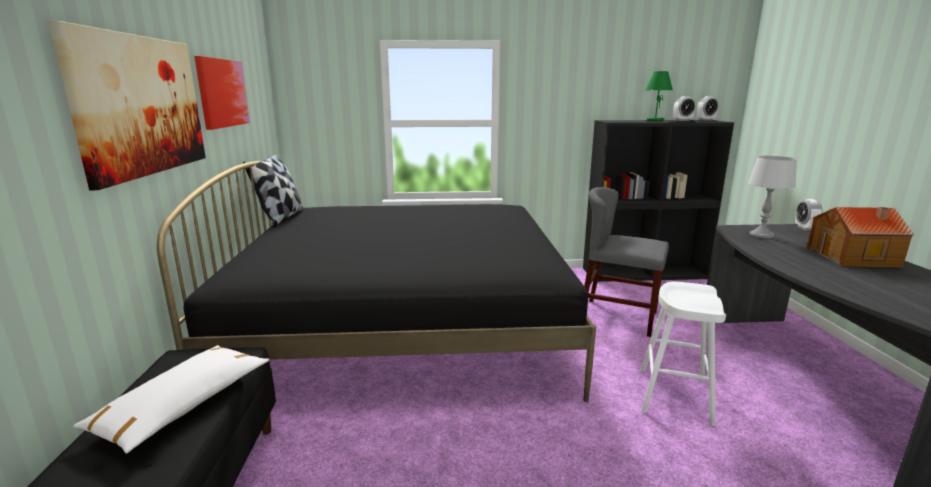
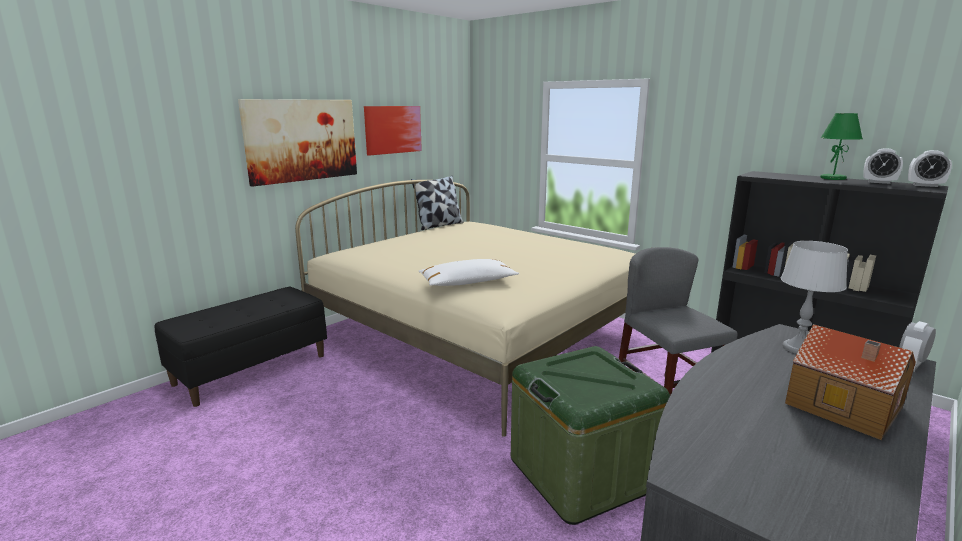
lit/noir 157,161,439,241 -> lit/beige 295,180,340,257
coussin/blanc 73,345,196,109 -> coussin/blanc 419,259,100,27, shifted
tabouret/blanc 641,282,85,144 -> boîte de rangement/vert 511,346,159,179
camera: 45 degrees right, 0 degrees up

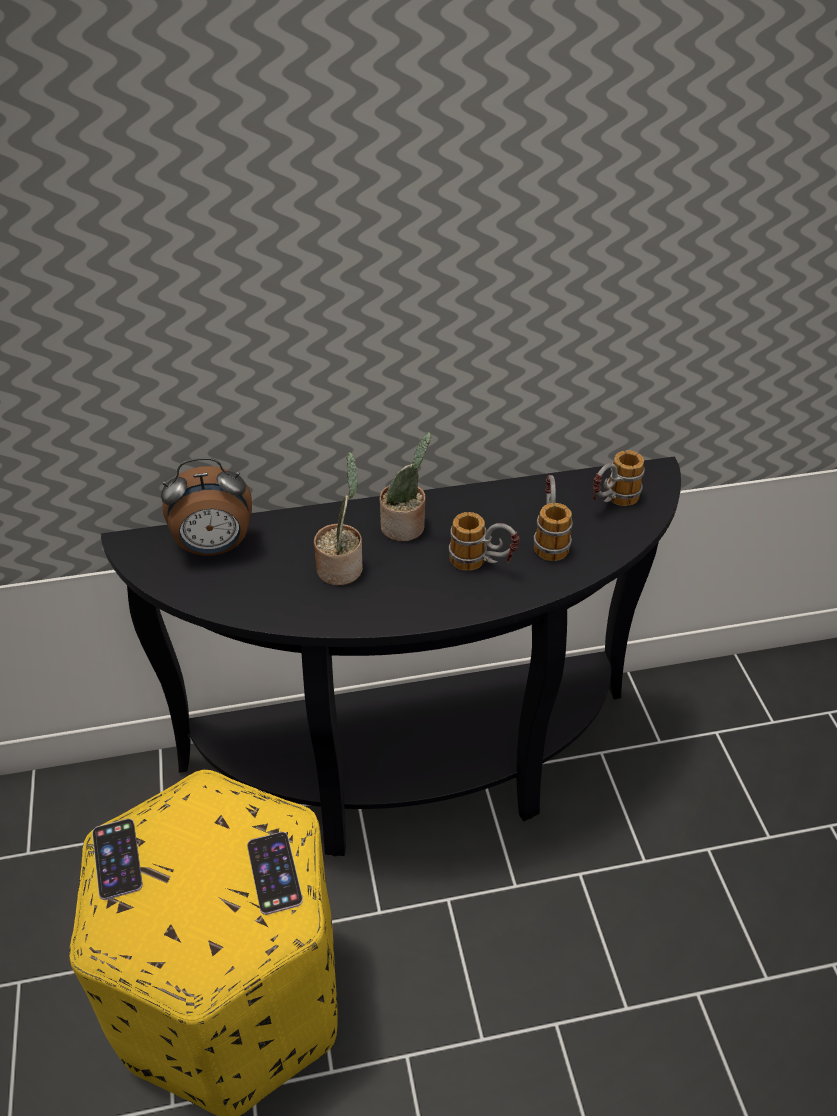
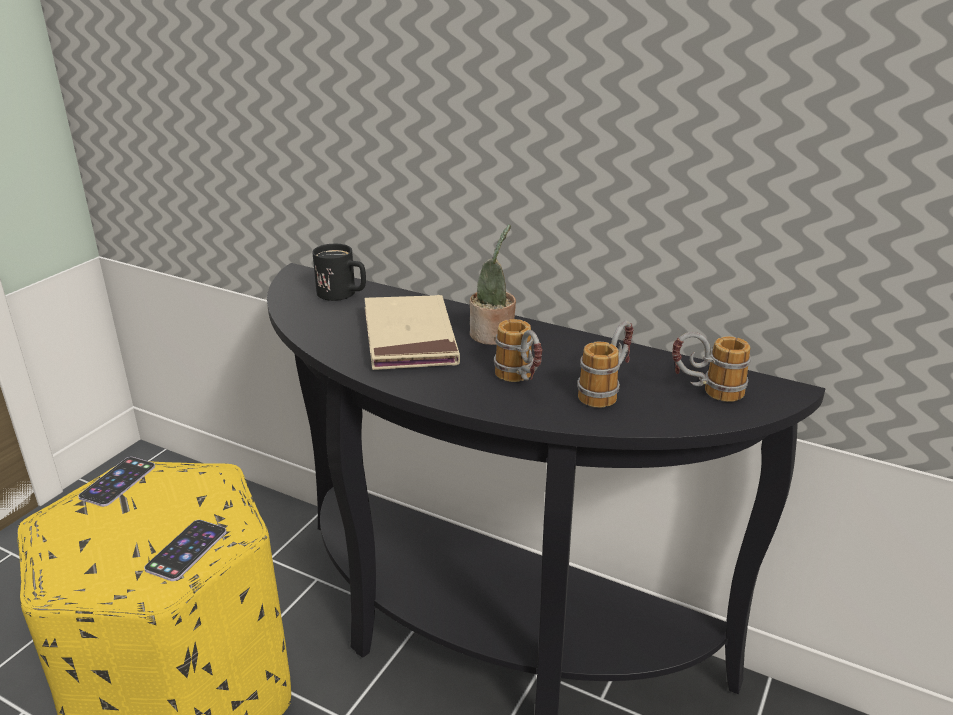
réveil 161,458,91,98 -> mug/noir 312,244,54,57
plante en pot 314,452,49,133 -> livre/beige 365,295,95,75
camera: 40 degrees right, 15 degrees down

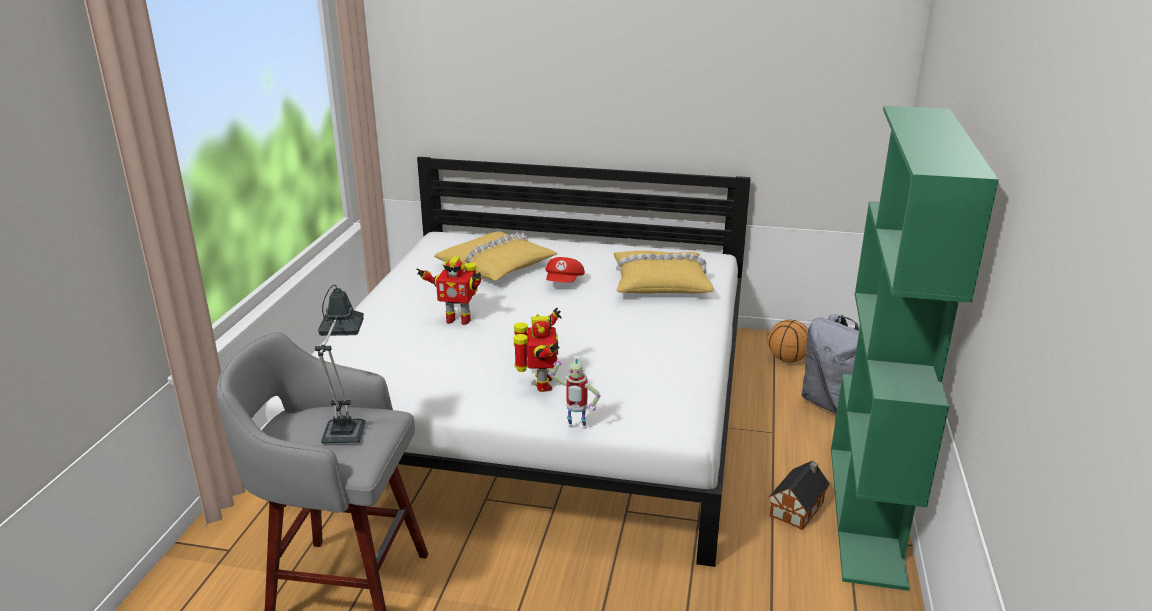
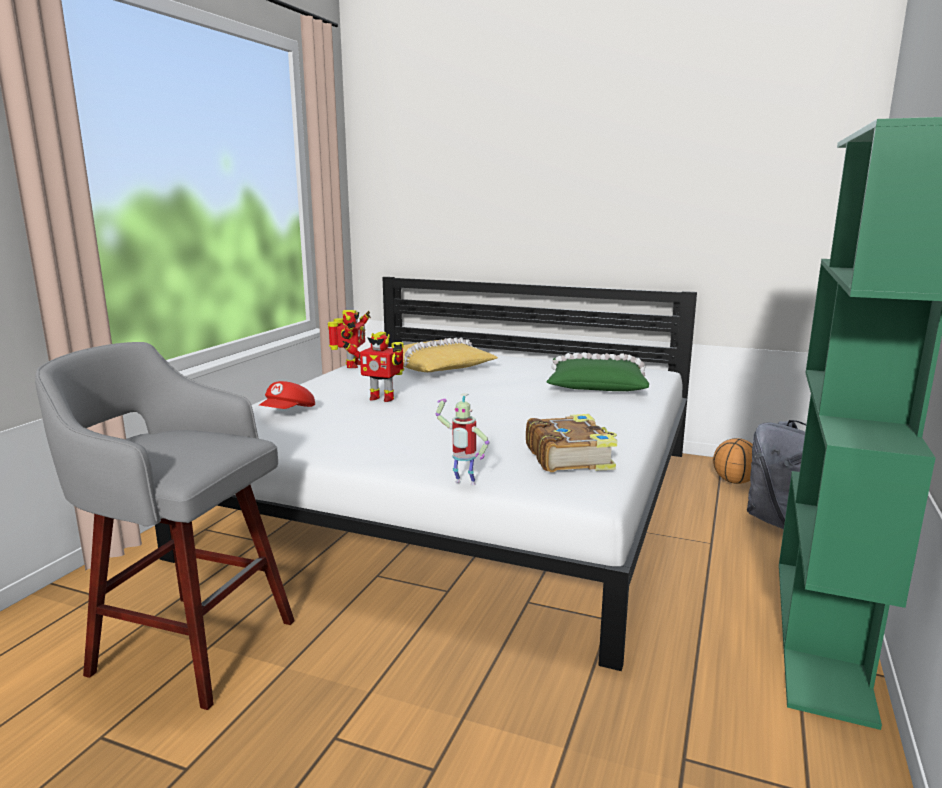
casquette/rouge 545,257,40,26 -> casquette/rouge 259,381,56,28, shifted
robot jouet 514,307,48,85 -> robot jouet 328,310,43,58, shifted
none -> livre 526,414,91,58
coussin/jaune 614,251,99,43 -> coussin/vert 547,352,102,39
lampe de table 315,285,51,158 -> none
maison miniature 769,461,61,69 -> none
camera: 10 degrees right, 10 degrees down

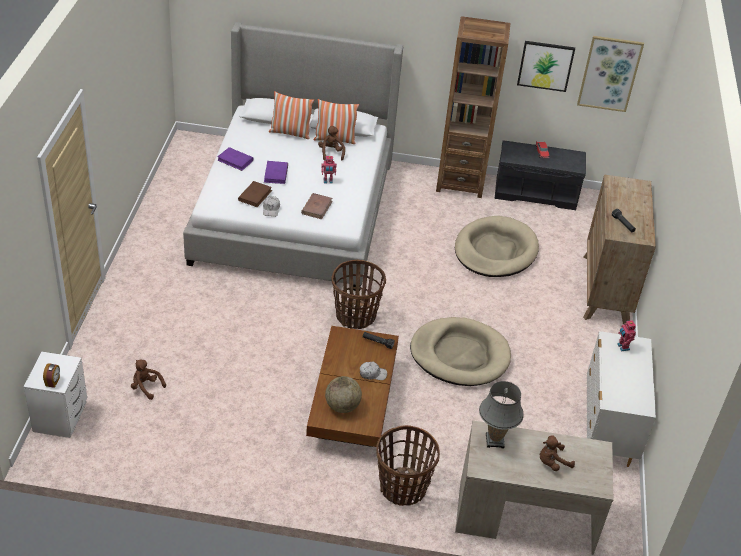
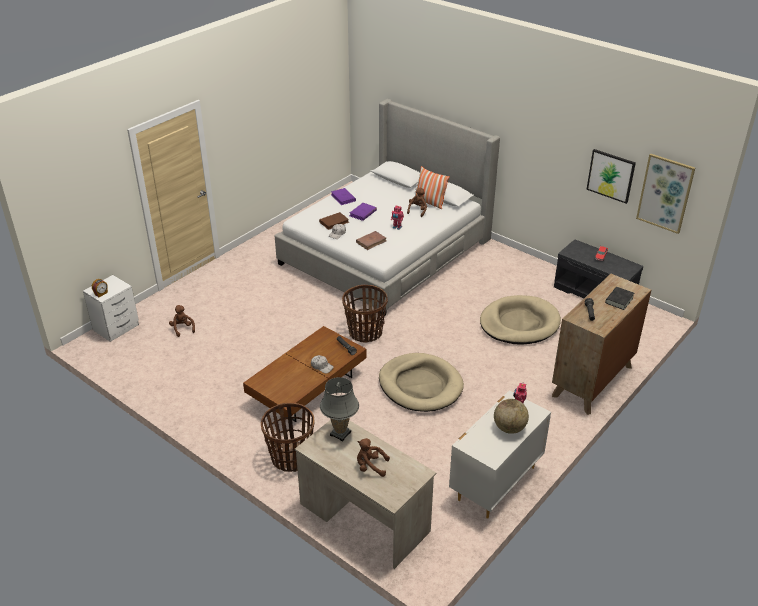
globe 325,376,37,37 -> globe 494,399,35,35, shifted
none -> livre/noir 605,287,29,23
coussin 269,91,45,48 -> none
bibliothèque/marron 436,16,75,182 -> none
camera: 35 degrees right, 5 degrees down

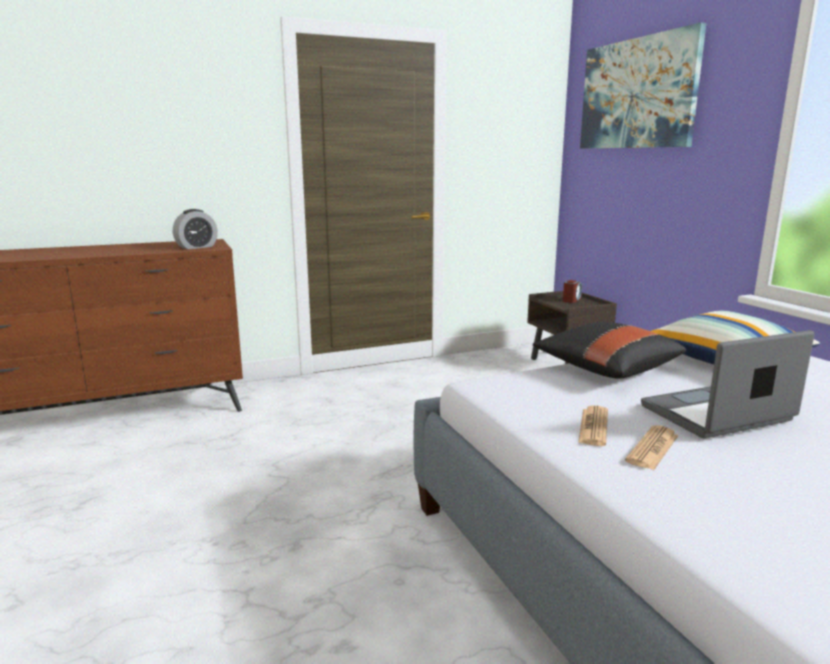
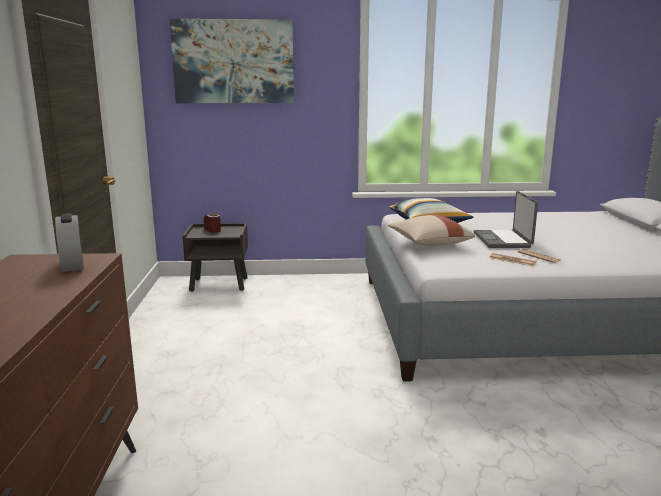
coussin/noir 533,322,153,57 -> coussin/beige 388,215,87,31
camera: 70 degrees left, 0 degrees up

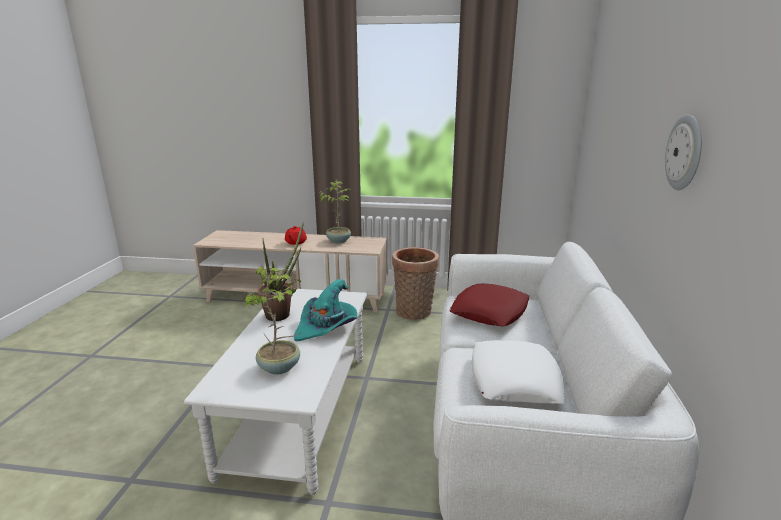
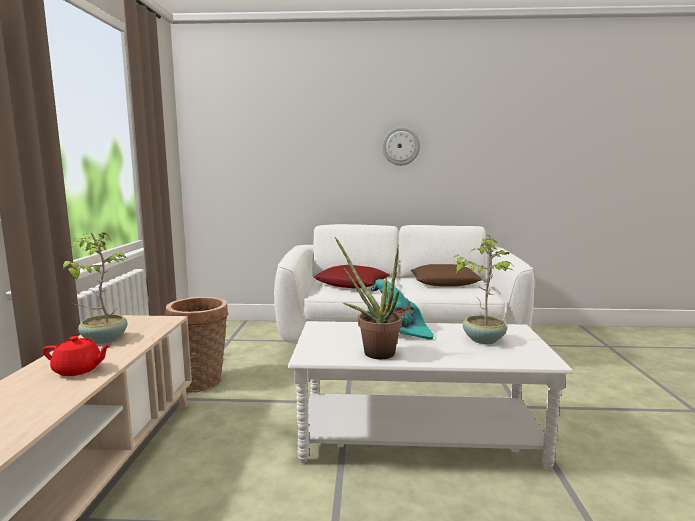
coussin/blanc 472,340,94,64 -> coussin/marron 410,264,72,23
camera: 95 degrees left, 10 degrees down

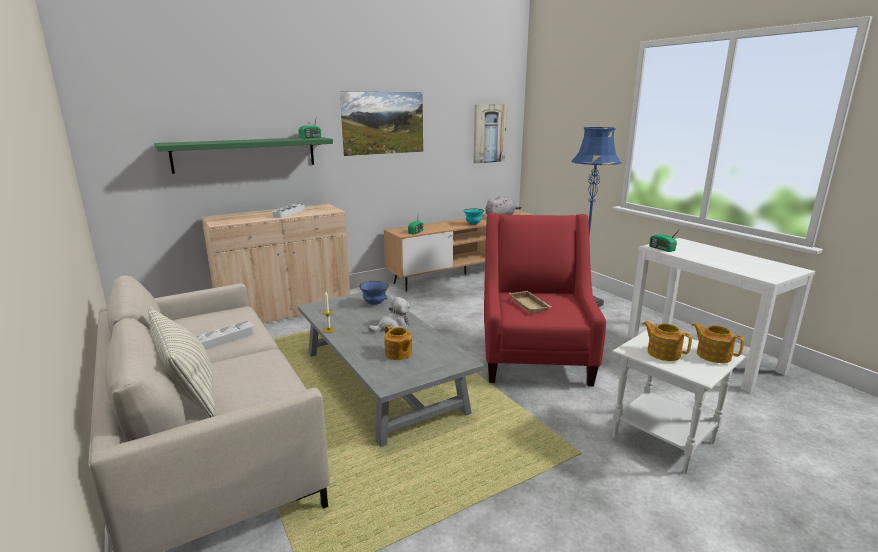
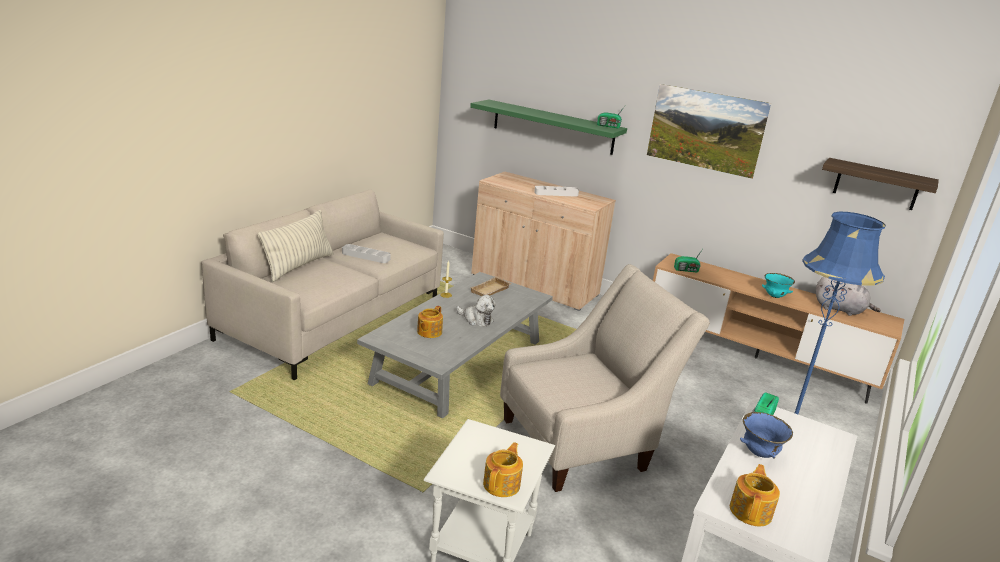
plateau/beige 509,291,42,23 -> plateau/beige 470,276,42,20, shifted
fauteuil/rouge 484,213,122,173 -> fauteuil/beige 500,264,210,228
théière 643,321,49,40 -> théière 730,464,50,62, shifted
bol/bleu 359,281,30,24 -> bol/bleu 740,412,53,47, shifted
tableau 473,104,34,60 -> étagère 822,158,117,52
camera: 60 degrees right, 5 degrees up

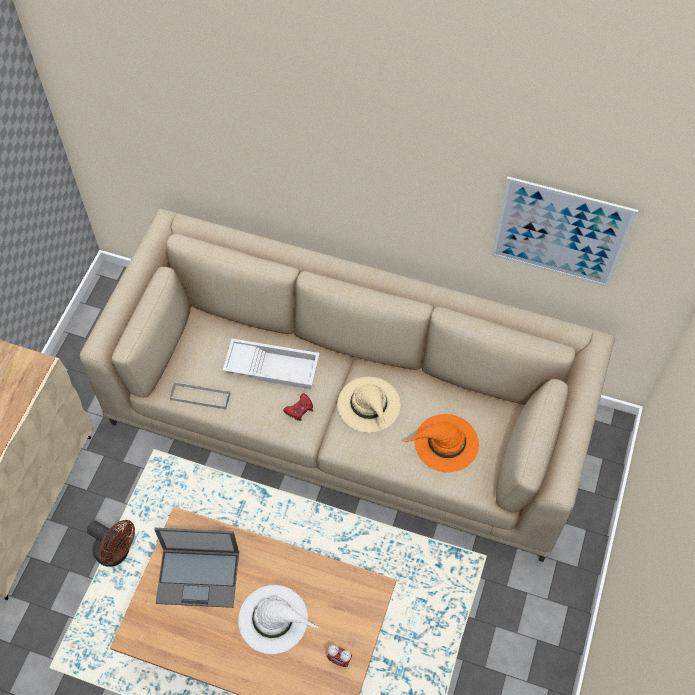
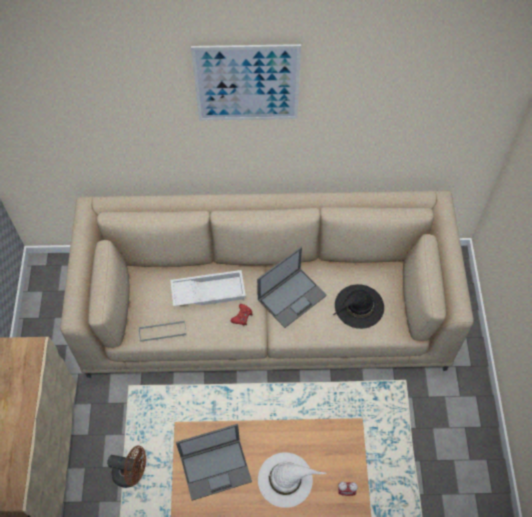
tableau 491,176,147,112 -> tableau 191,44,110,76, shifted
chapeau/beige 337,377,63,55 -> ordinateur portable 257,247,70,81
chapeau/orange 403,414,76,58 -> chapeau/noir 333,284,51,45
camera: 20 degrees left, 0 degrees up

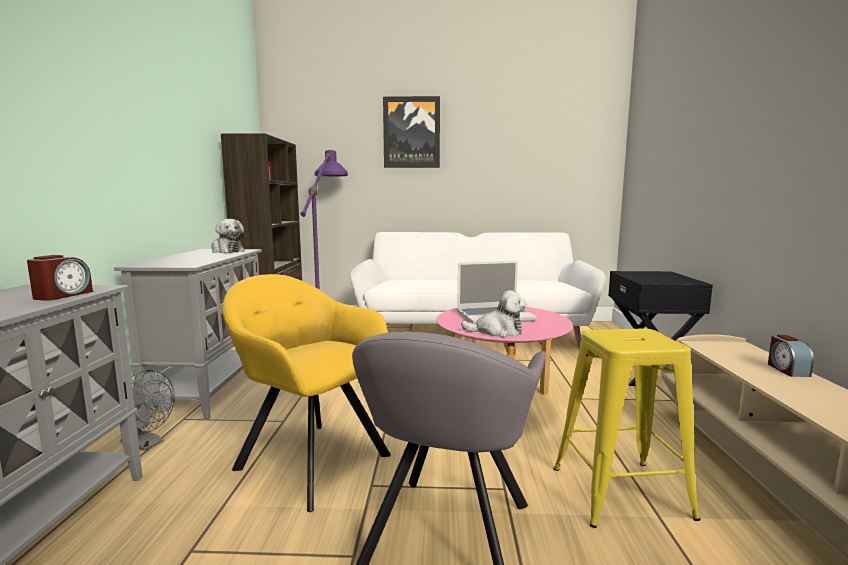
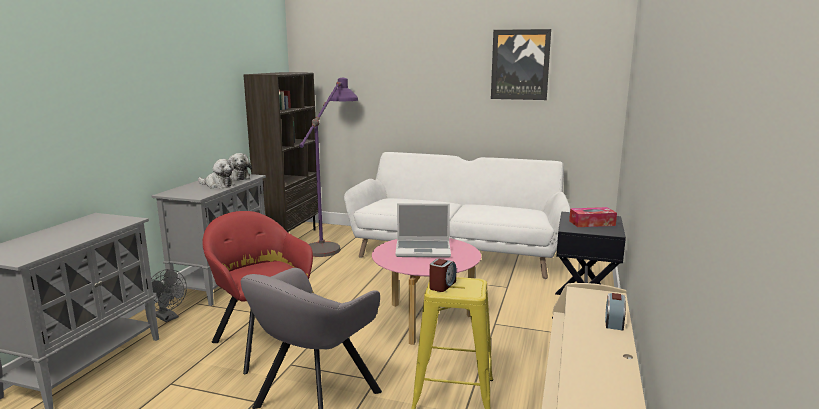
peluche 461,290,66,47 -> peluche 198,159,37,29, shifted
fauteuil/jaune 223,274,168,238 -> fauteuil/rouge 203,211,110,163
réveil 27,255,66,46 -> réveil 429,258,28,34, shifted
tableau 383,96,57,72 -> tableau 491,29,60,71, shifted
none -> boîte à mouchoirs 569,207,48,20
camera: 15 degrees right, 5 degrees up

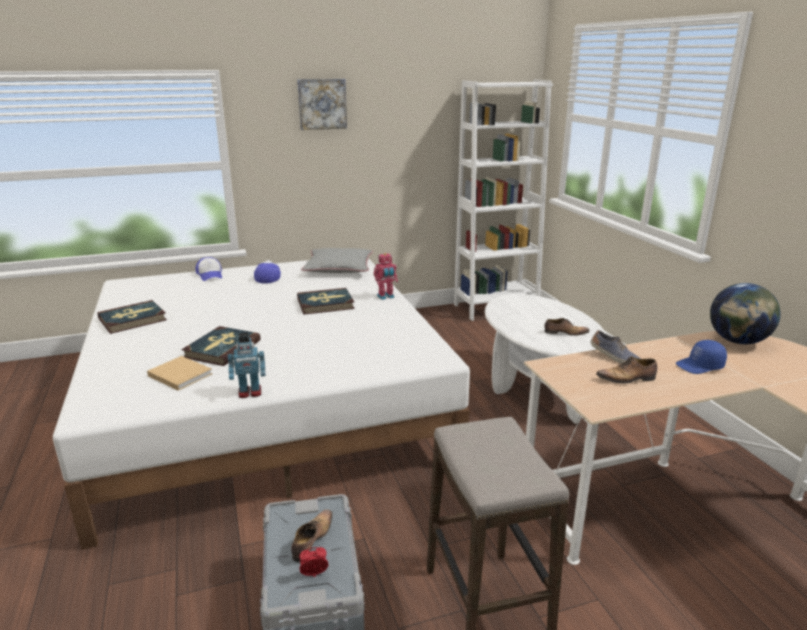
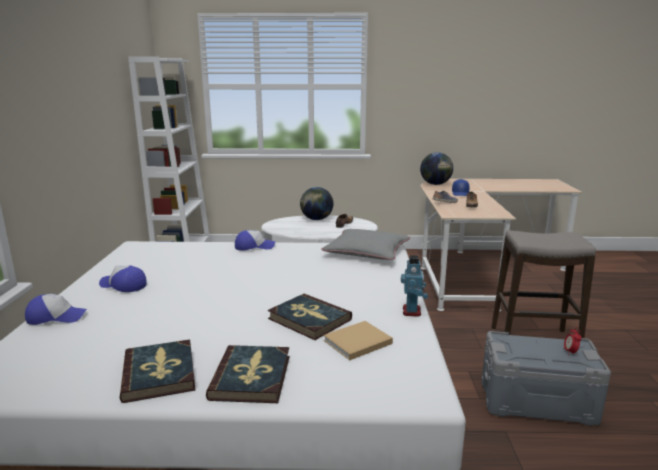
livre 297,288,58,27 -> livre 206,345,84,58, shifted
robot jouet 373,253,25,47 -> casquette 235,230,40,21
none -> globe 300,187,33,33
coussin/gris 301,248,72,25 -> coussin/gris 321,229,89,31, shifted
chaussure 291,509,42,54 -> none
tableau 297,79,50,51 -> none
camera: 70 degrees left, 5 degrees down

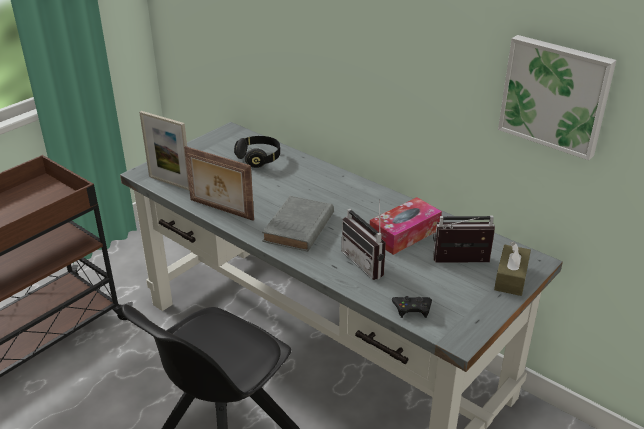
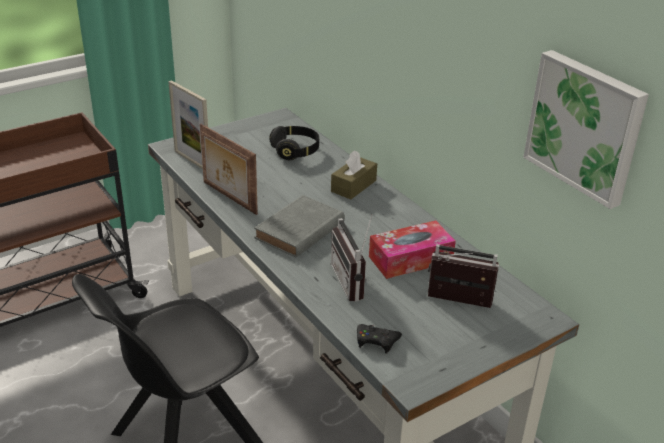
boîte à mouchoirs/marron 494,242,37,54 -> boîte à mouchoirs/marron 331,150,46,49, shifted
camera: 15 degrees right, 0 degrees up

